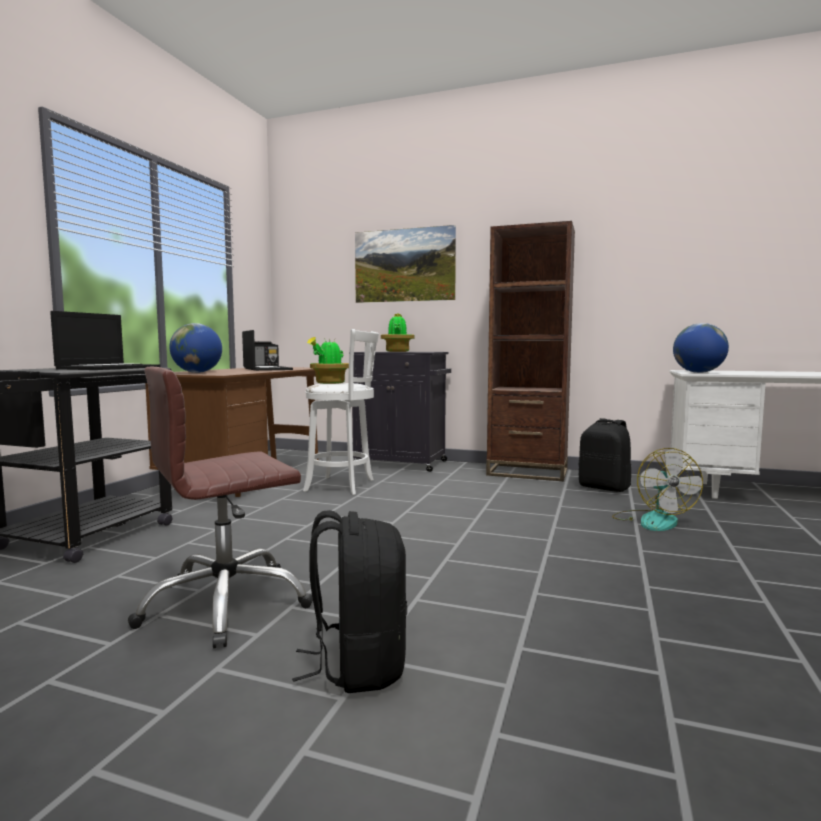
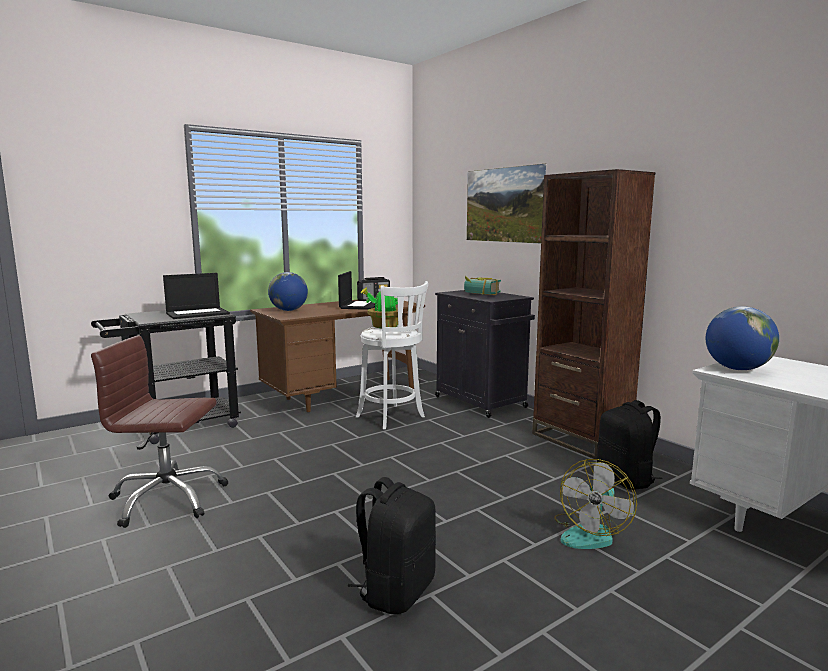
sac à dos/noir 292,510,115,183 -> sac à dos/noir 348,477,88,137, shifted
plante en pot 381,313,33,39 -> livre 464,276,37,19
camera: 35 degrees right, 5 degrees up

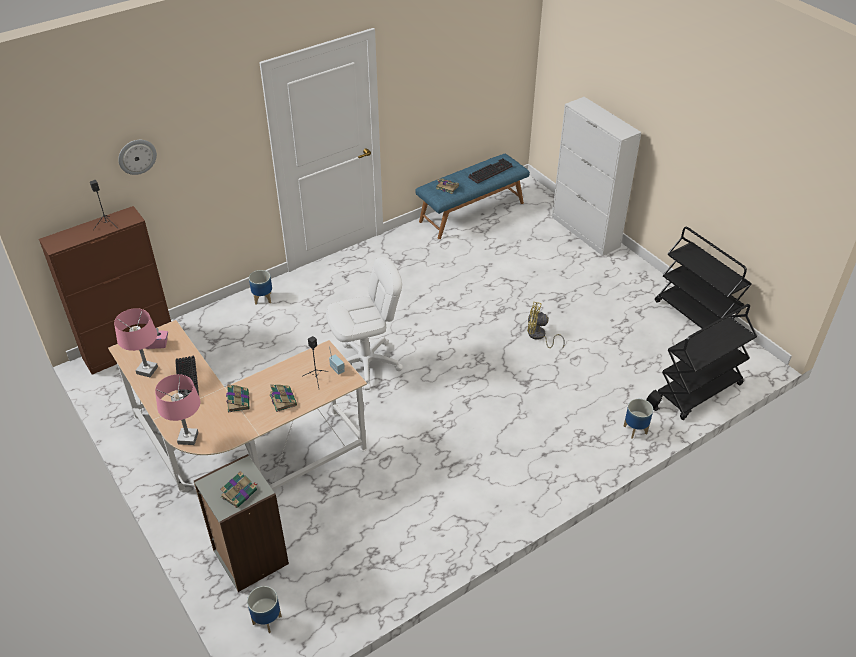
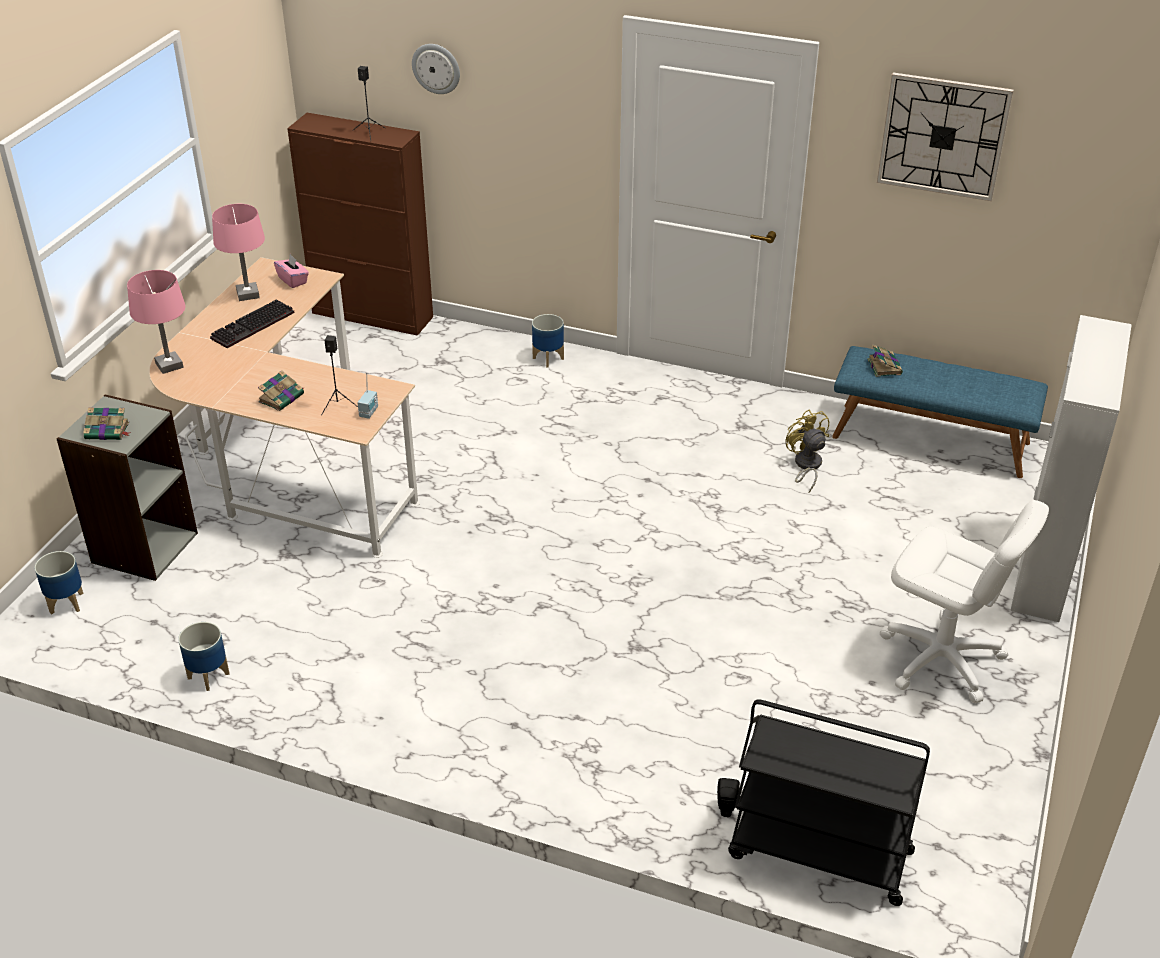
cache-pot 623,399,30,40 -> cache-pot 178,622,51,69, shifted
ventilateur/jaune 527,302,38,47 -> ventilateur/jaune 785,410,44,83, shifted
none -> horloge murale 877,73,137,128
chaise de bureau/blanc 326,257,77,133 -> chaise de bureau/blanc 880,500,169,203, shifted
livre 226,384,24,28 -> none
clavier 468,158,45,26 -> none
chariot/noir 655,227,96,102 -> none
camera: 55 degrees right, 5 degrees down

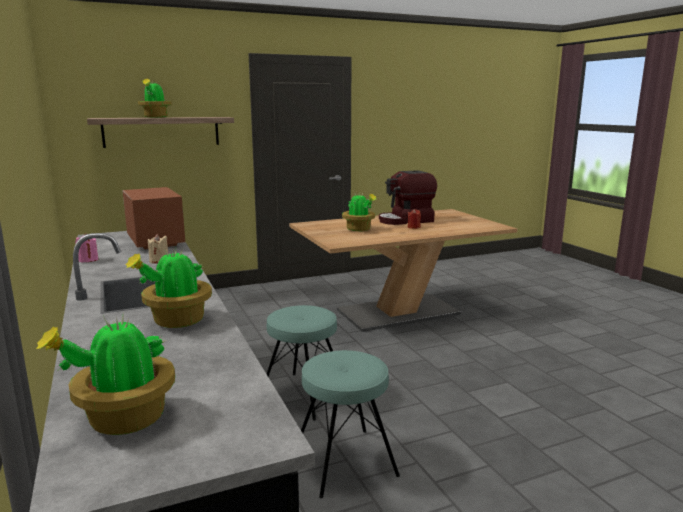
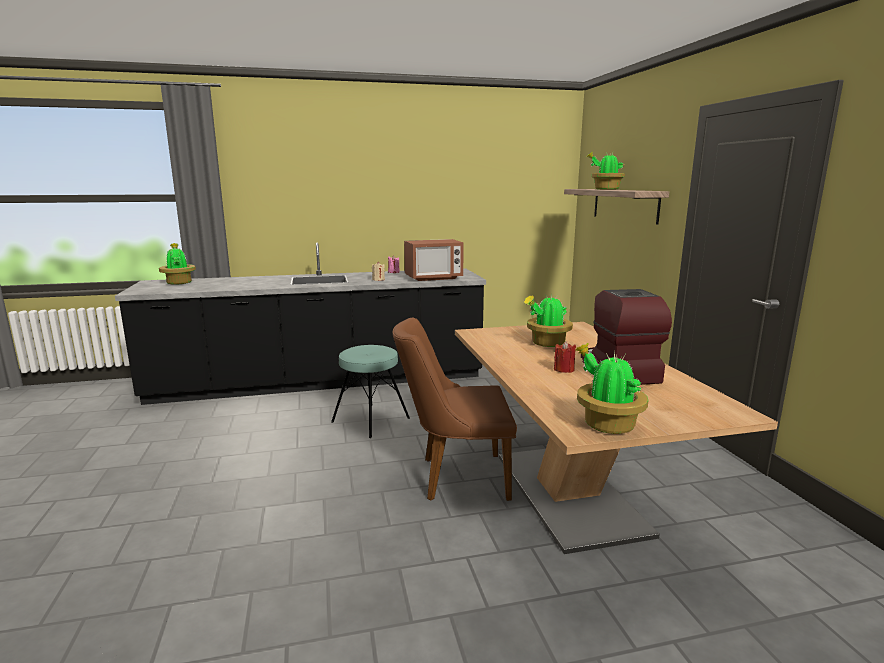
none -> chaise/marron 392,318,125,183
plante en pot 126,249,86,79 -> plante en pot 576,343,72,91, shifted
tabouret/turquoise 301,350,99,148 -> none
camera: 100 degrees right, 0 degrees up

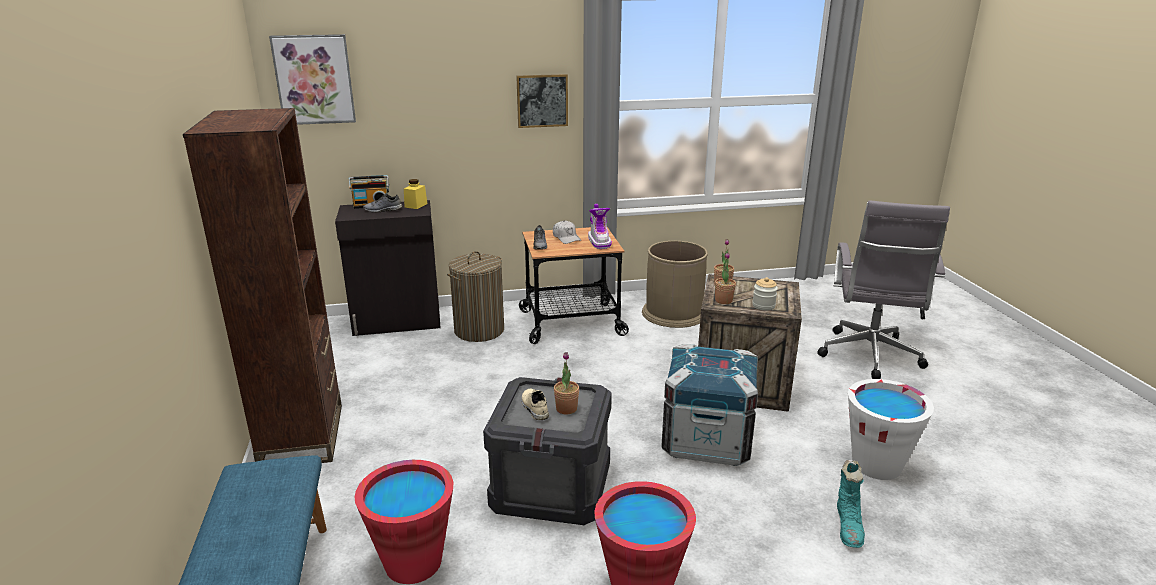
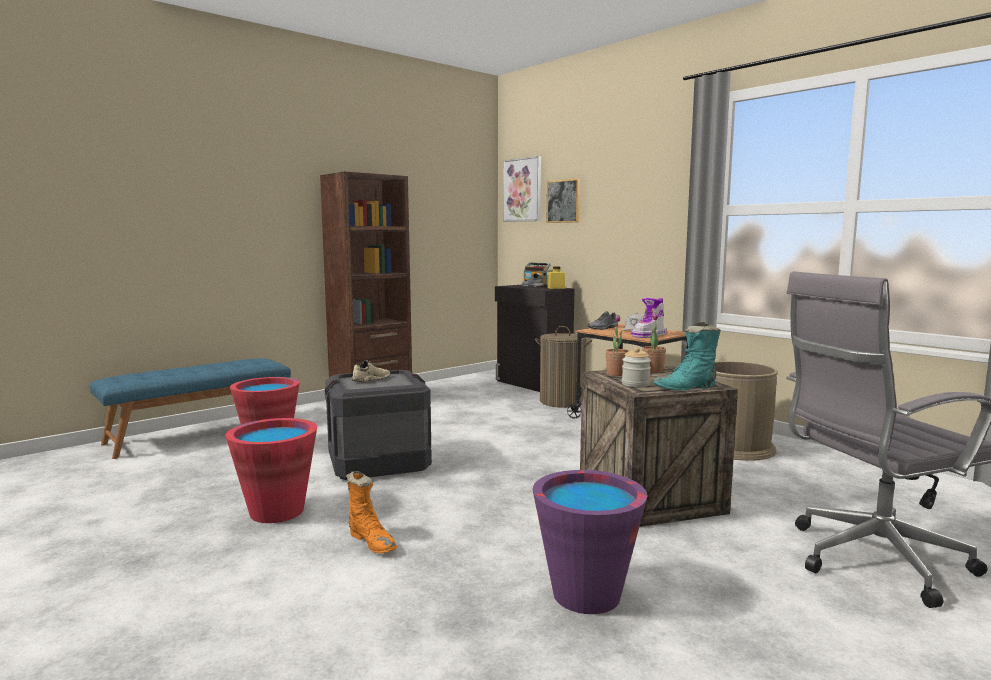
none -> botte/orange 346,471,51,83
seau/blanc 848,379,86,101 -> seau/violet 533,470,114,144
tableau 516,74,52,54 -> tableau 547,179,33,44, shifted
botte/turquoise 837,460,28,88 -> botte/turquoise 653,321,68,69, shifted
plante en pot 554,352,25,63 -> none
caisse 661,344,97,122 -> none
camera: 60 degrees right, 15 degrees down

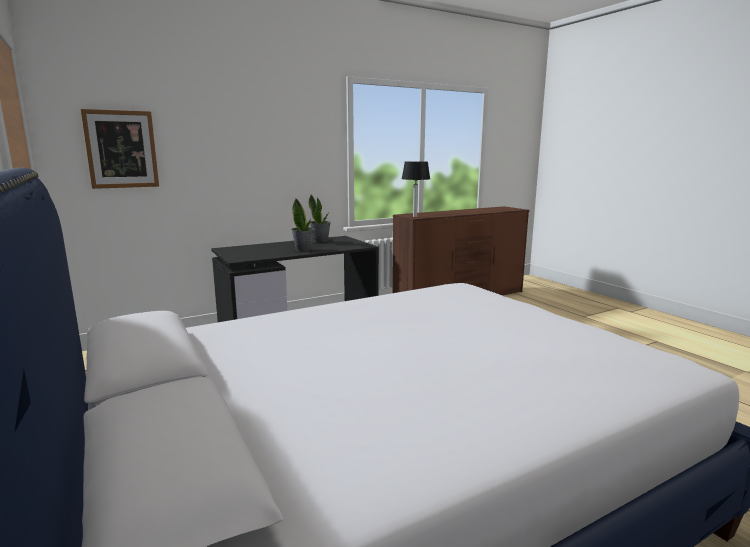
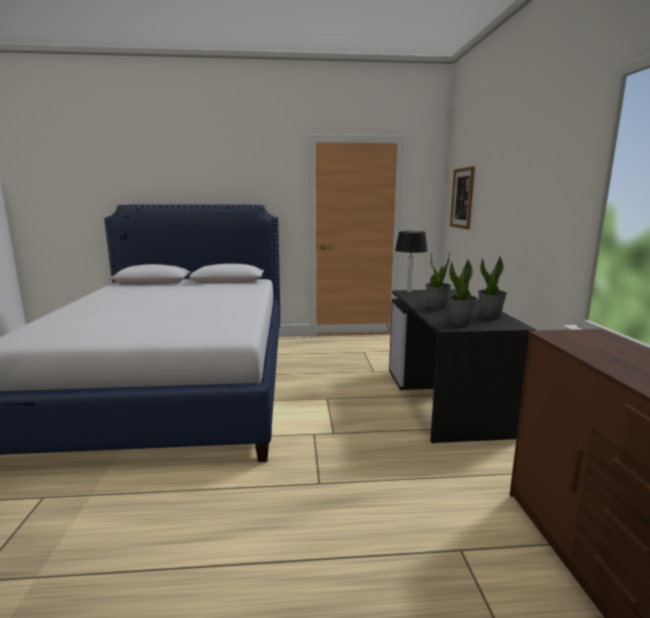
lampe de table 402,161,28,56 -> lampe de table 395,231,32,62, shifted
none -> plante en pot 448,259,30,67
camera: 115 degrees right, 0 degrees up

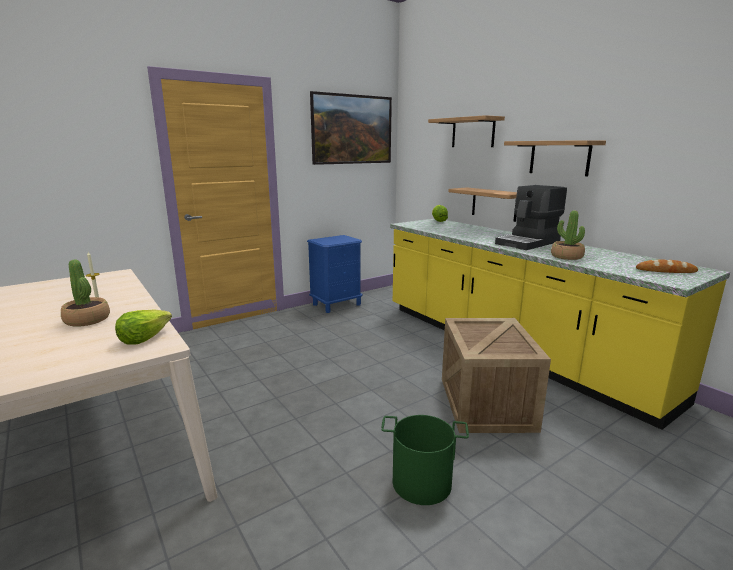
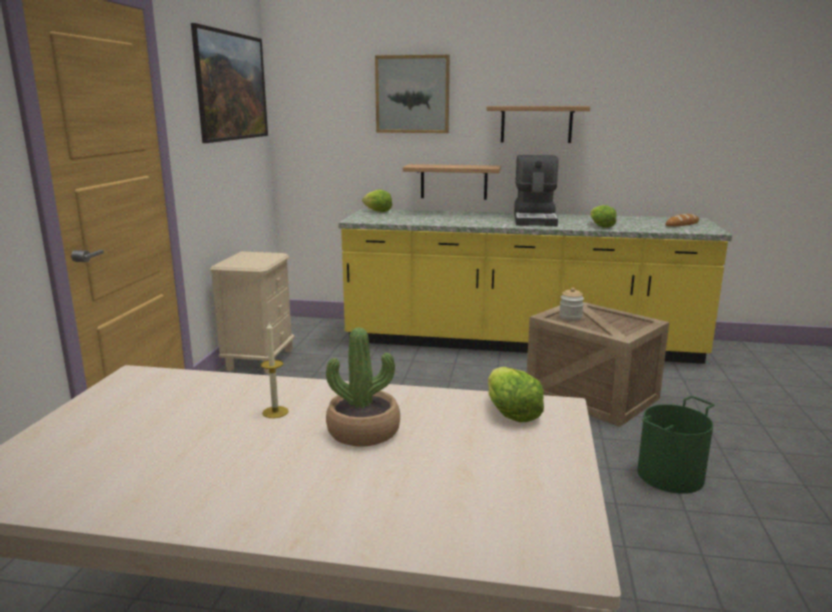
table de chevet/bleu 307,235,56,78 -> table de chevet/beige 210,251,85,123
étagère 428,115,77,32 -> tableau 375,55,75,78
none -> bocal 559,288,25,33
plante en pot 551,210,34,50 -> laitue 590,205,26,23
camera: 45 degrees left, 0 degrees up

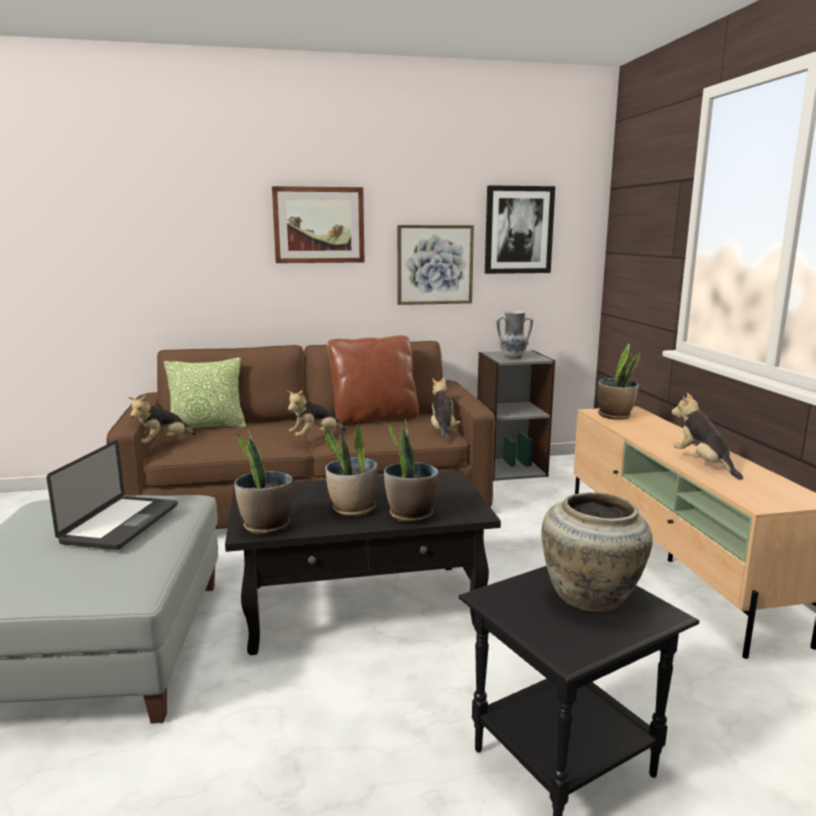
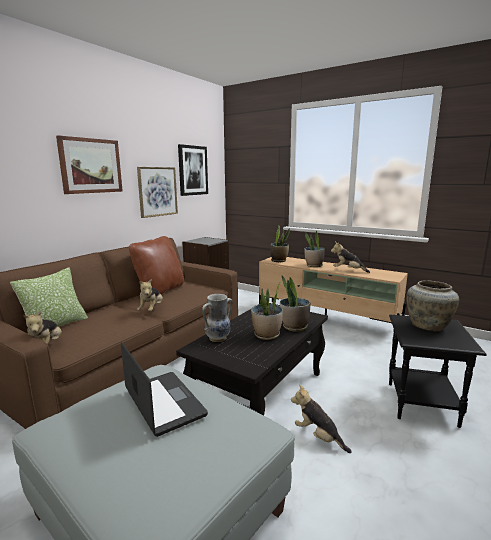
vase 496,311,37,48 -> vase 202,294,31,48, shifted
peluche 431,378,29,64 -> peluche 291,384,60,69, shifted
plante en pot 234,428,59,107 -> plante en pot 304,231,21,36, shifted
camera: 45 degrees left, 0 degrees up

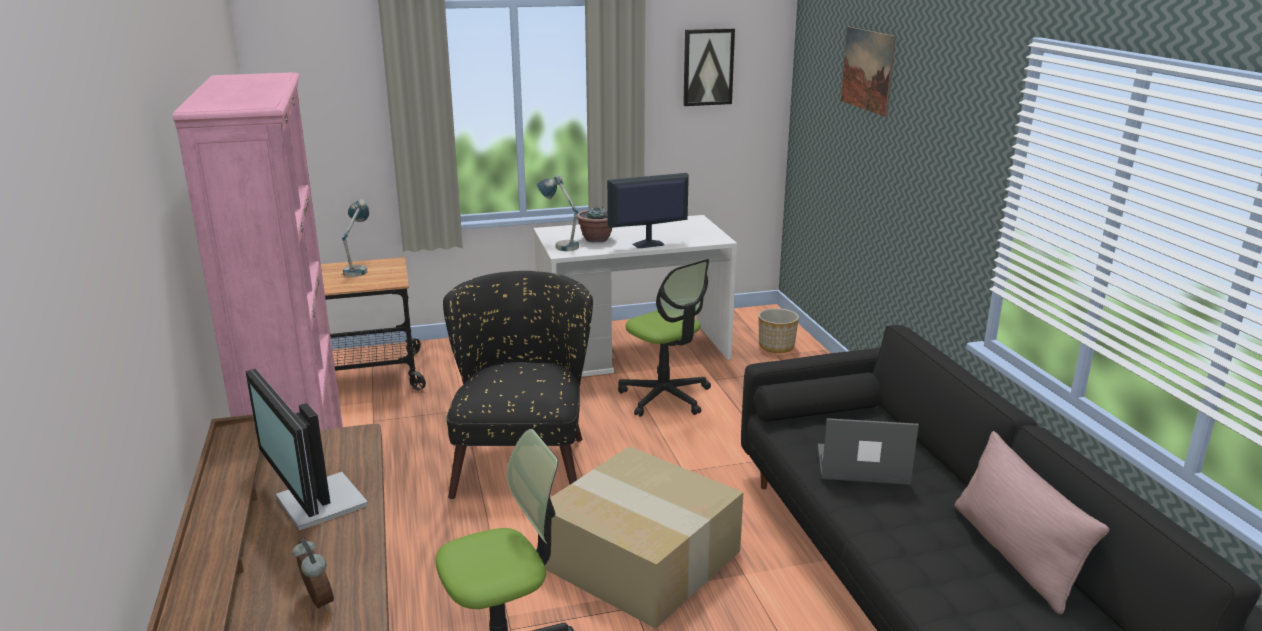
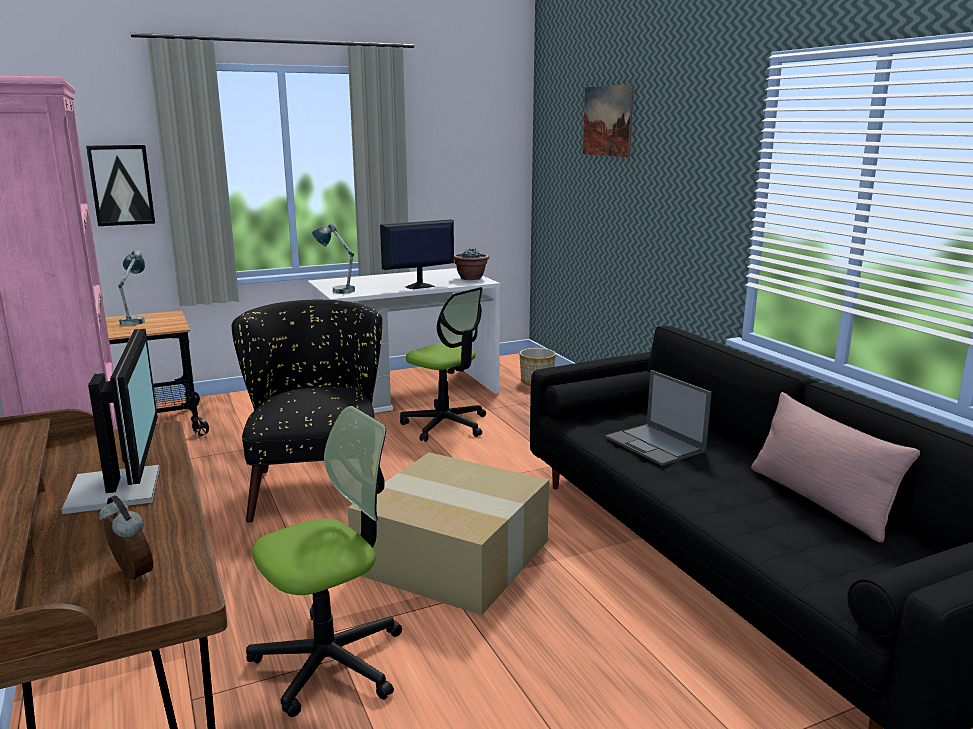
écran d'ordinateur 245,369,124,162 -> écran d'ordinateur 62,329,98,185, 150 degrees counterclockwise
tableau 683,28,52,78 -> tableau 86,145,69,81, shifted
plante en pot 577,207,35,36 -> plante en pot 454,248,36,32, shifted
ordinateur portable 818,418,101,67 -> ordinateur portable 605,370,107,96, 120 degrees counterclockwise
camera: 10 degrees left, 5 degrees down

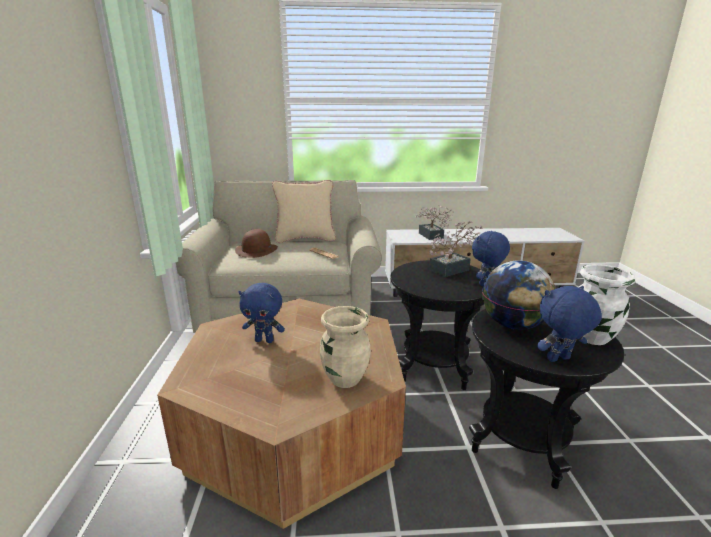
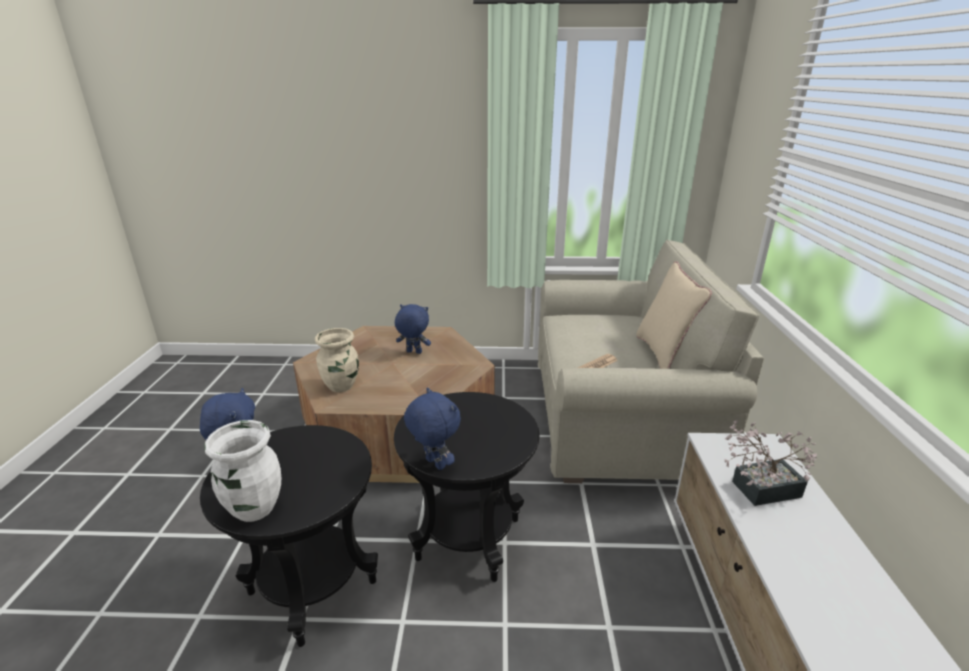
peluche/bleu 239,283,46,60 -> peluche/bleu 395,304,36,50, 90 degrees clockwise
chapeau/marron 235,229,43,29 -> none
plante en pot 429,221,54,56 -> none
globe 482,260,74,70 -> none
camera: 95 degrees right, 5 degrees up

